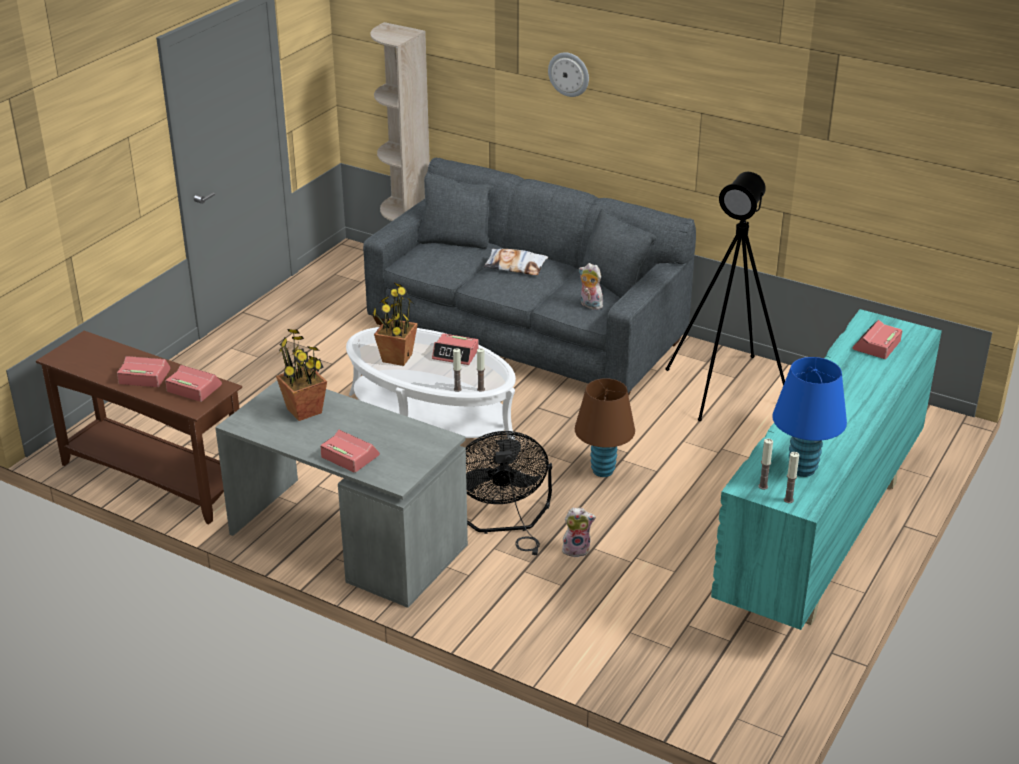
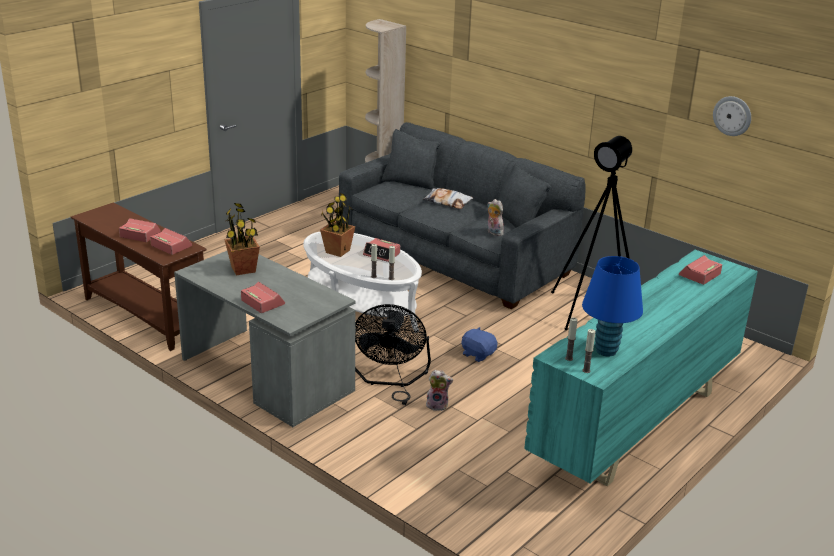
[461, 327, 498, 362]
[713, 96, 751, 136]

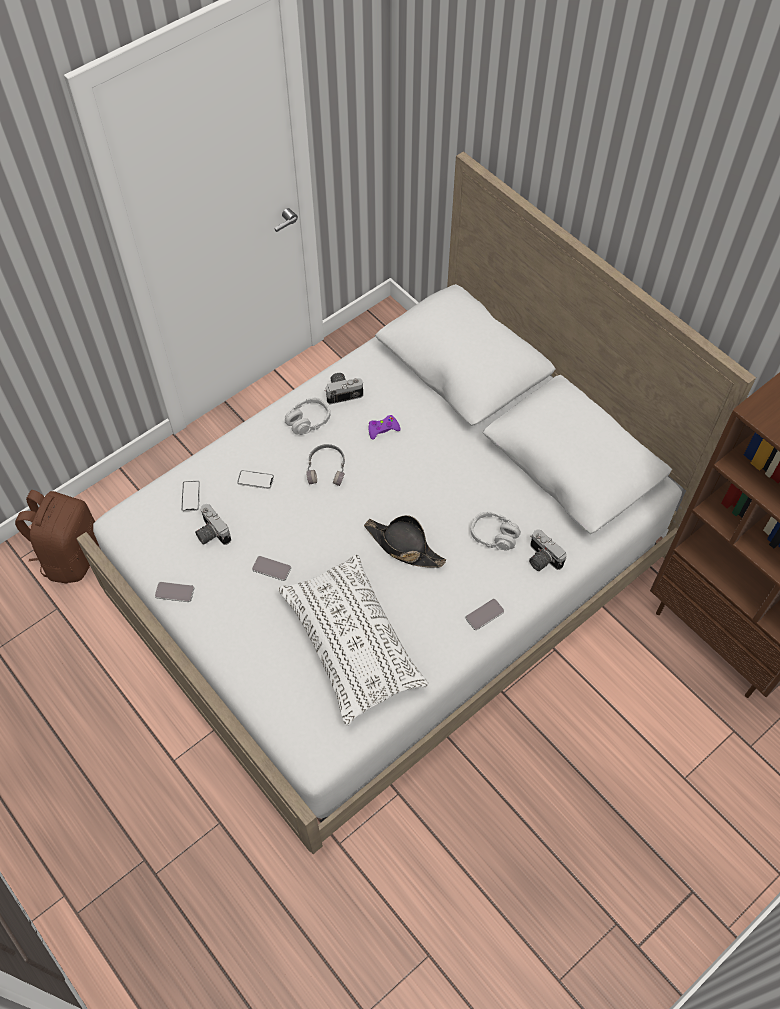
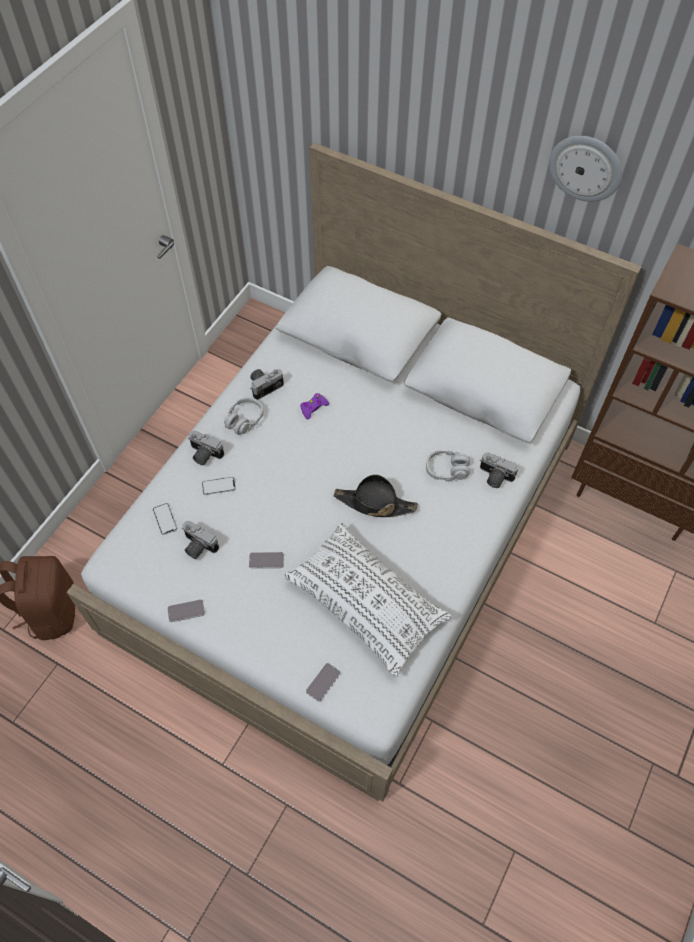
[188, 430, 224, 465]
[306, 663, 341, 702]
[549, 136, 622, 202]
[306, 444, 345, 486] (first image)

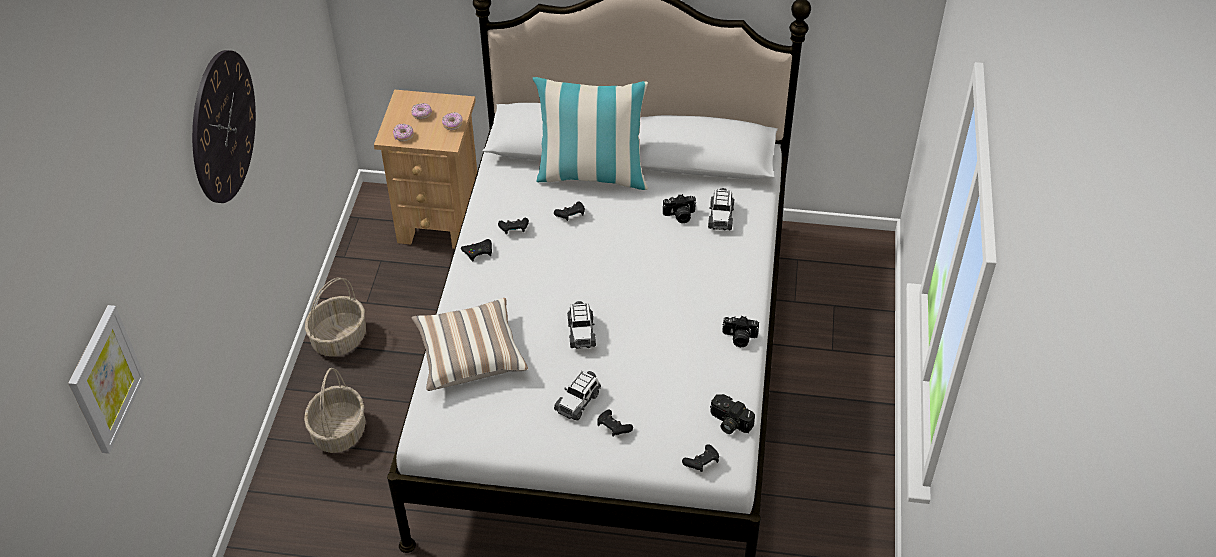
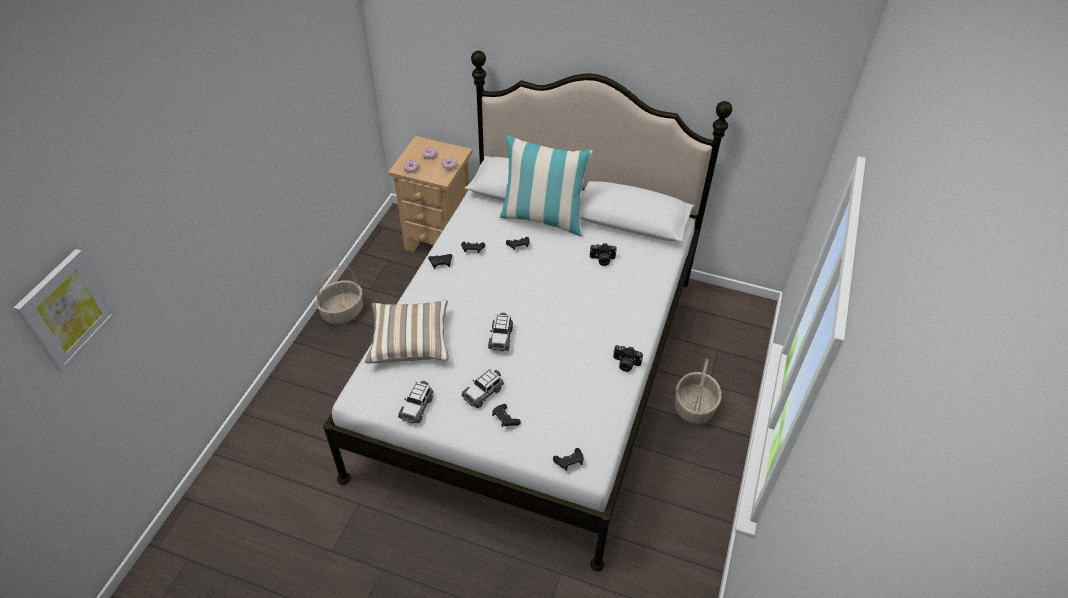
[398, 381, 434, 424]
[675, 359, 722, 424]
[192, 50, 256, 203] (first image)
[710, 394, 755, 434] (first image)

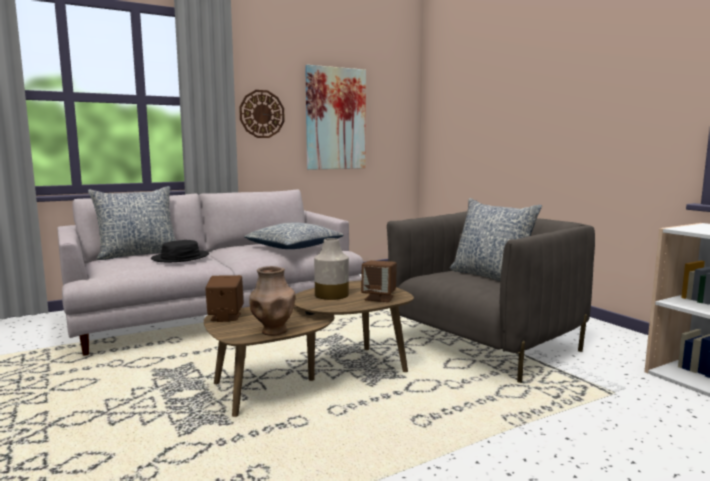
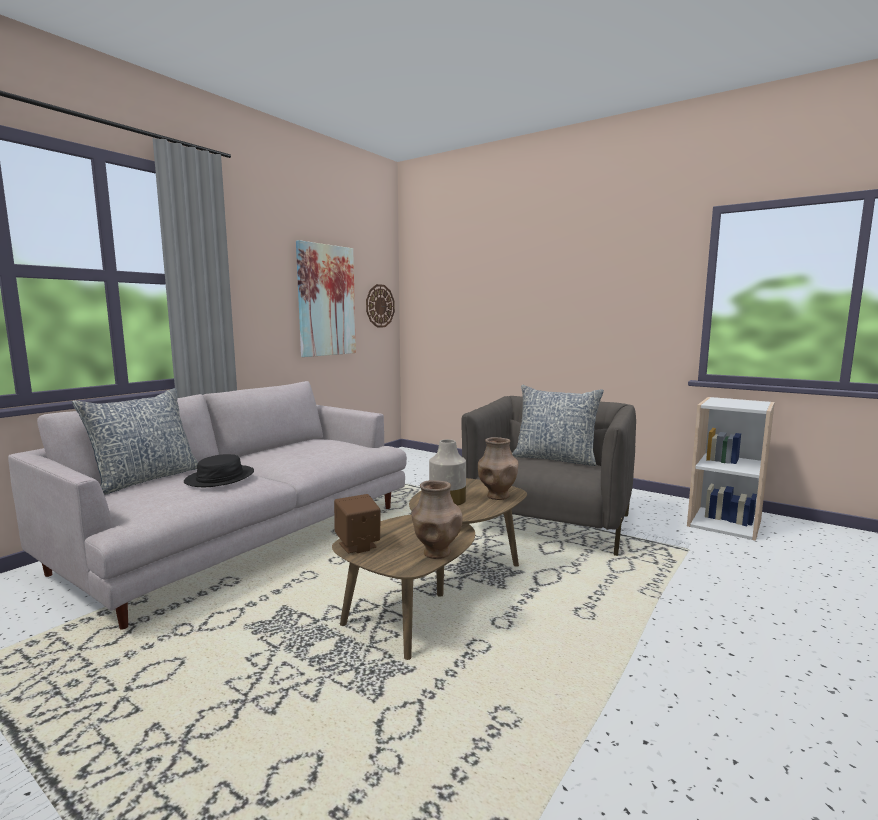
[366, 284, 395, 328]
[478, 437, 518, 500]
[244, 223, 343, 249] (first image)

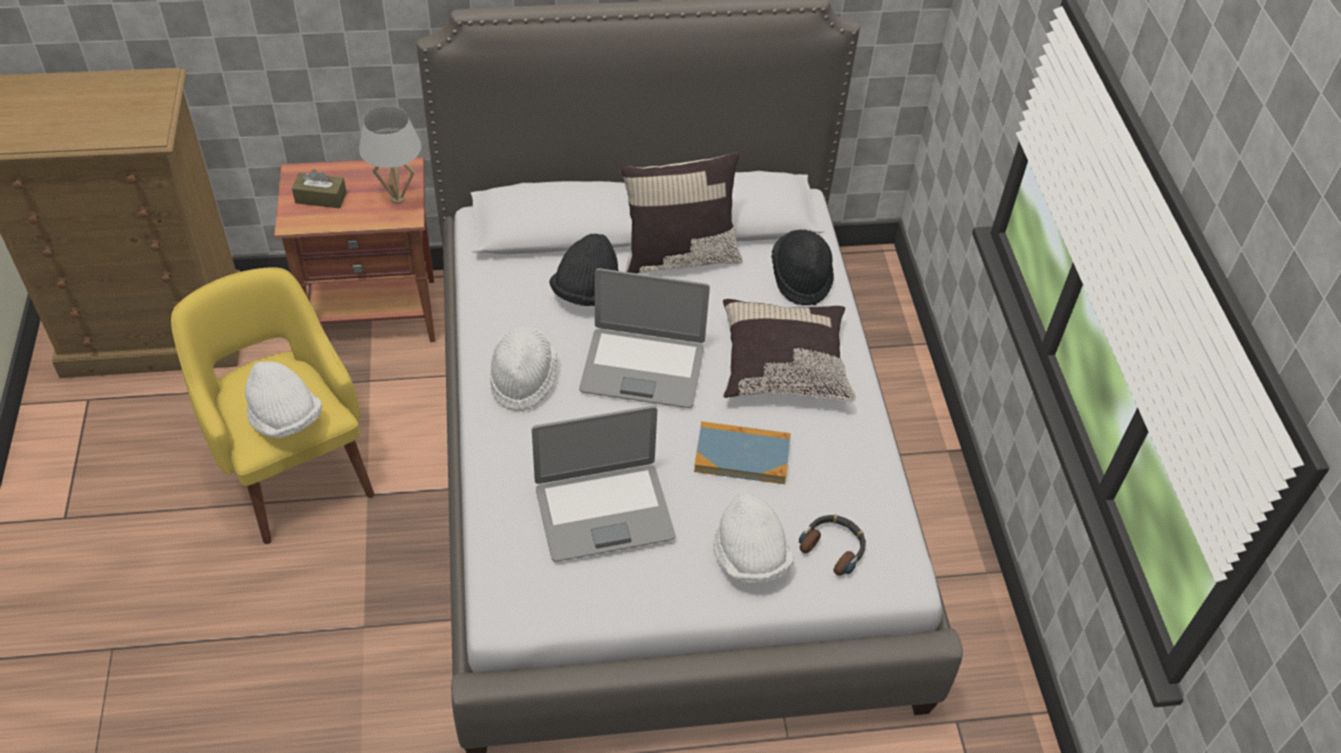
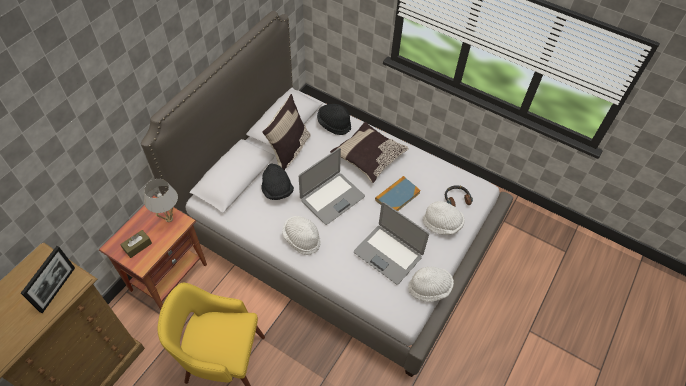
[21, 246, 75, 313]
[354, 202, 429, 285]
[408, 267, 454, 302]

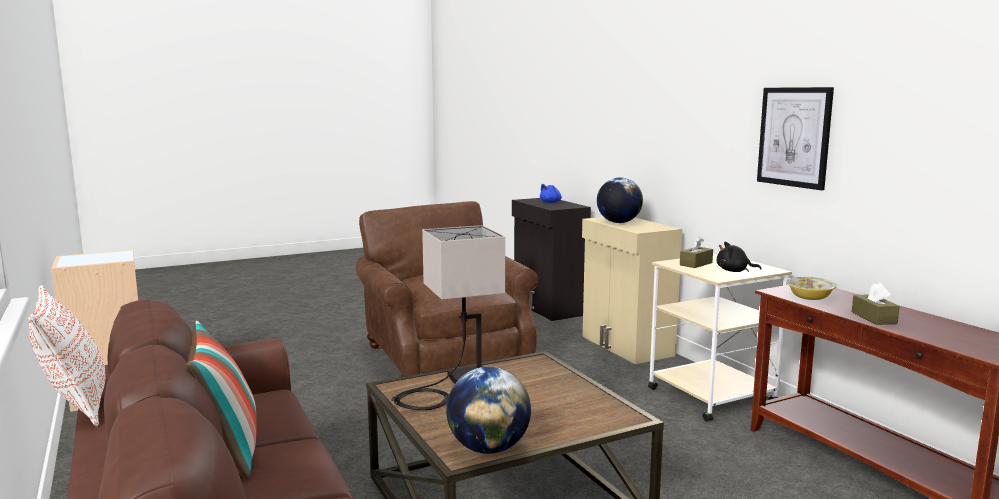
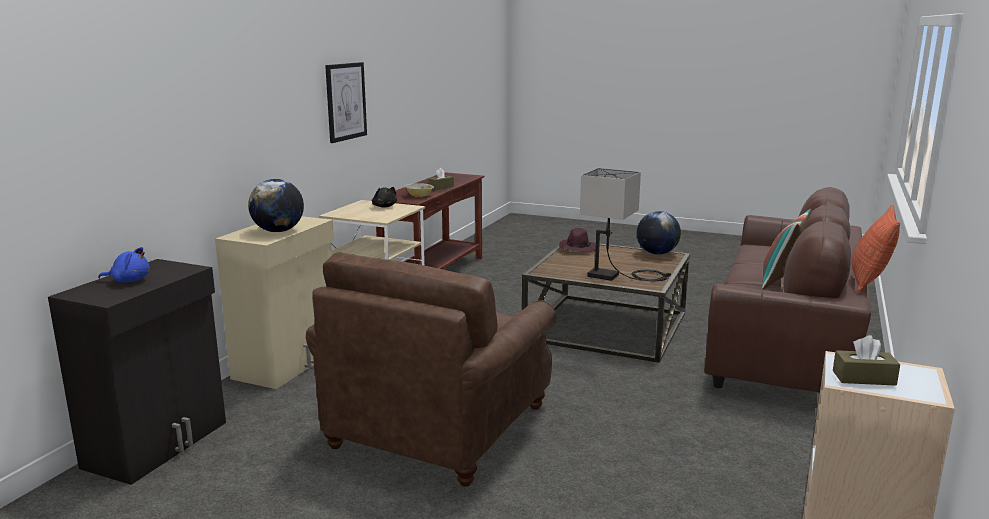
[559, 228, 596, 252]
[833, 335, 900, 386]
[852, 204, 900, 293]

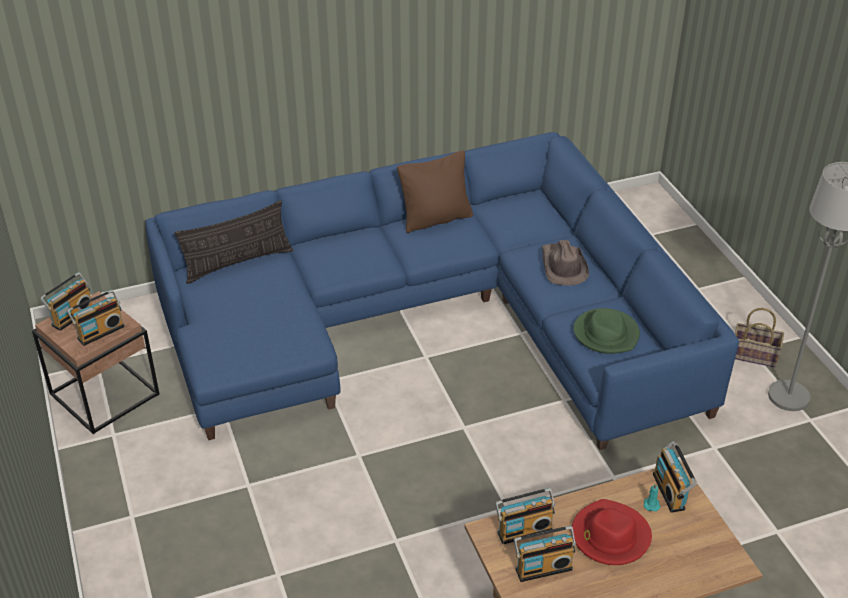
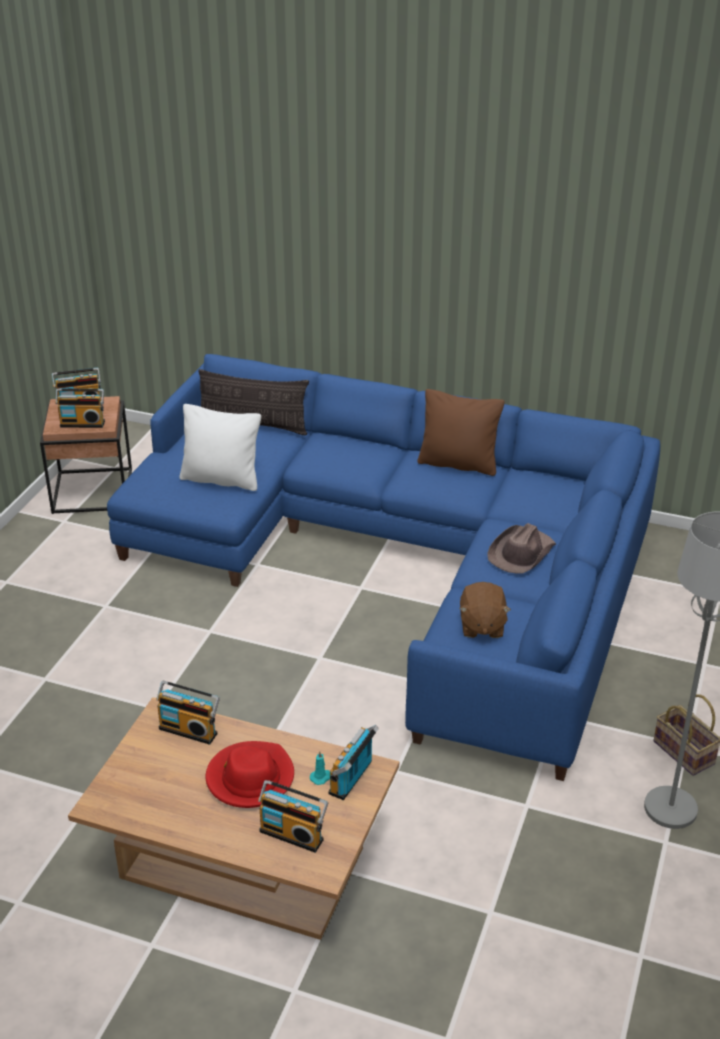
[179, 404, 261, 491]
[258, 780, 328, 853]
[459, 582, 511, 638]

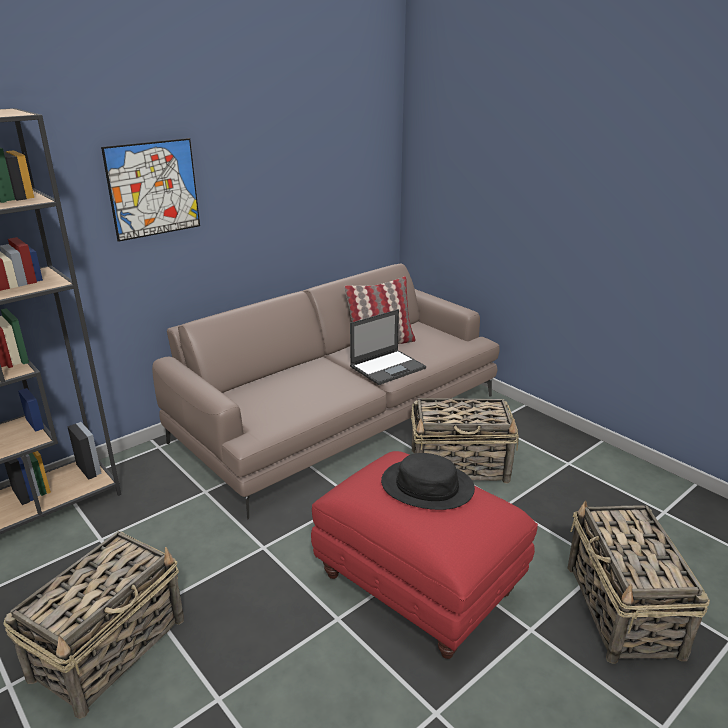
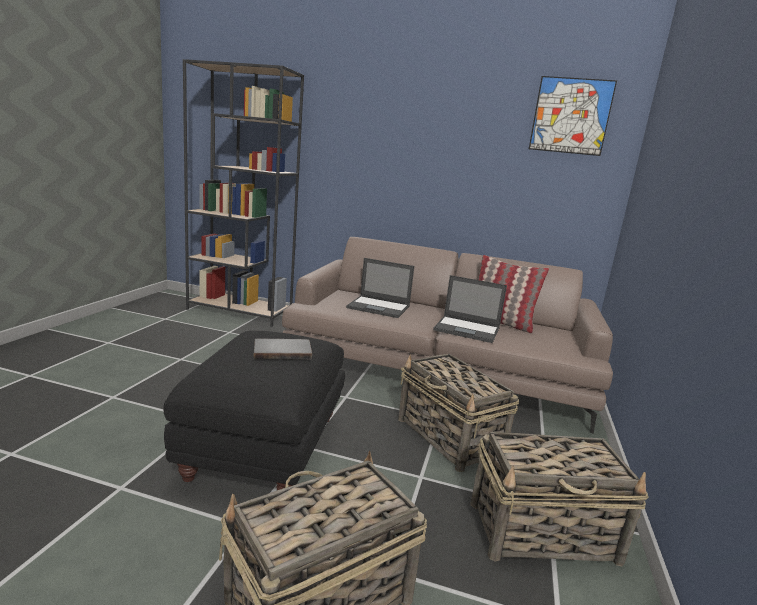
[163, 331, 345, 490]
[254, 339, 312, 360]
[346, 258, 414, 318]
[471, 432, 649, 566]
[529, 76, 617, 156]

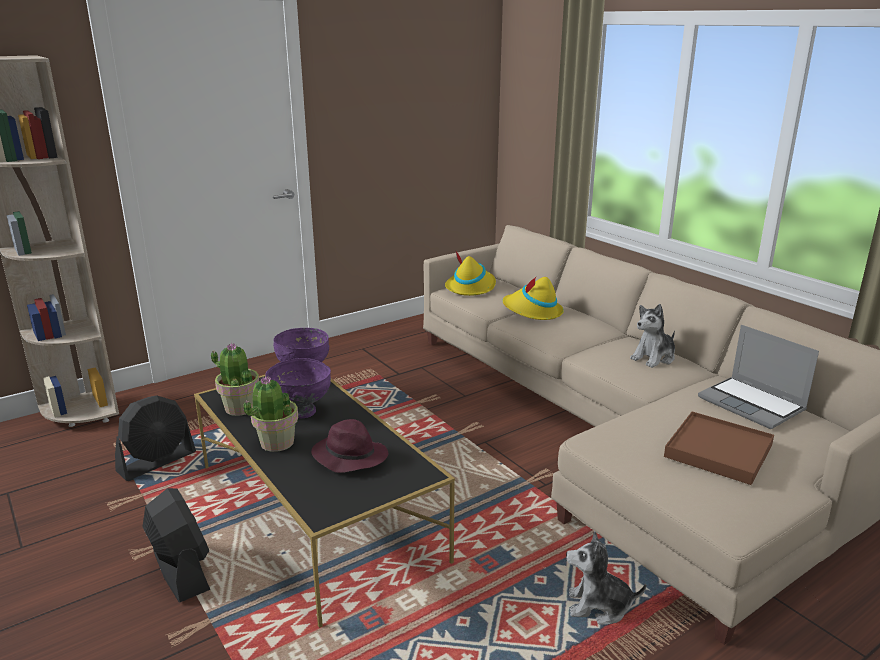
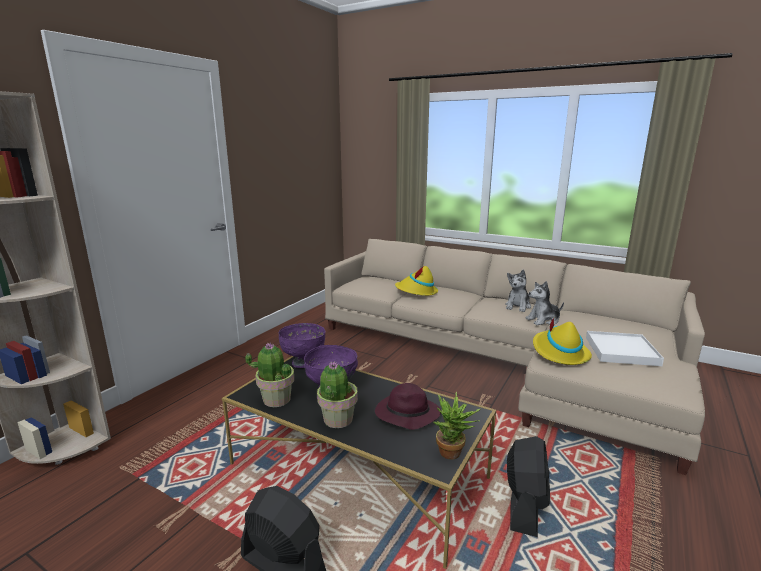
[433, 392, 480, 460]
[507, 436, 550, 537]
[525, 281, 564, 325]
[533, 318, 592, 365]
[586, 331, 664, 366]
[698, 325, 819, 429] (first image)

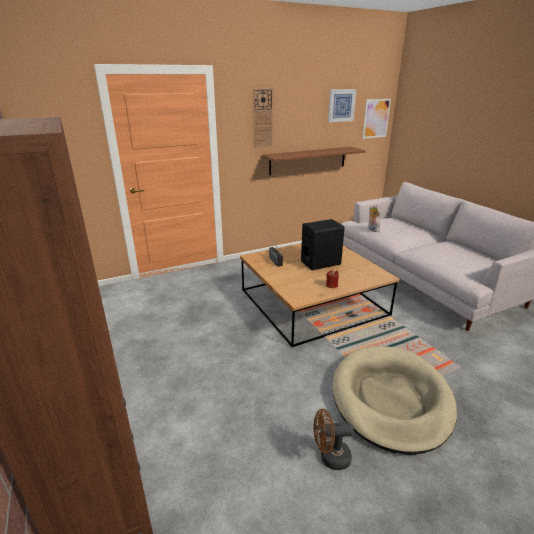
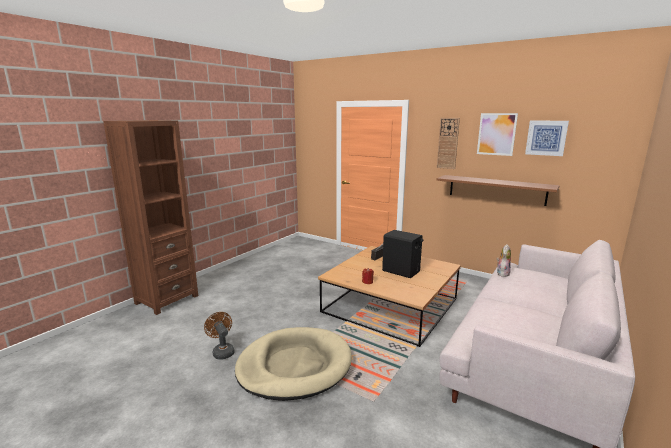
[477, 113, 518, 156]

